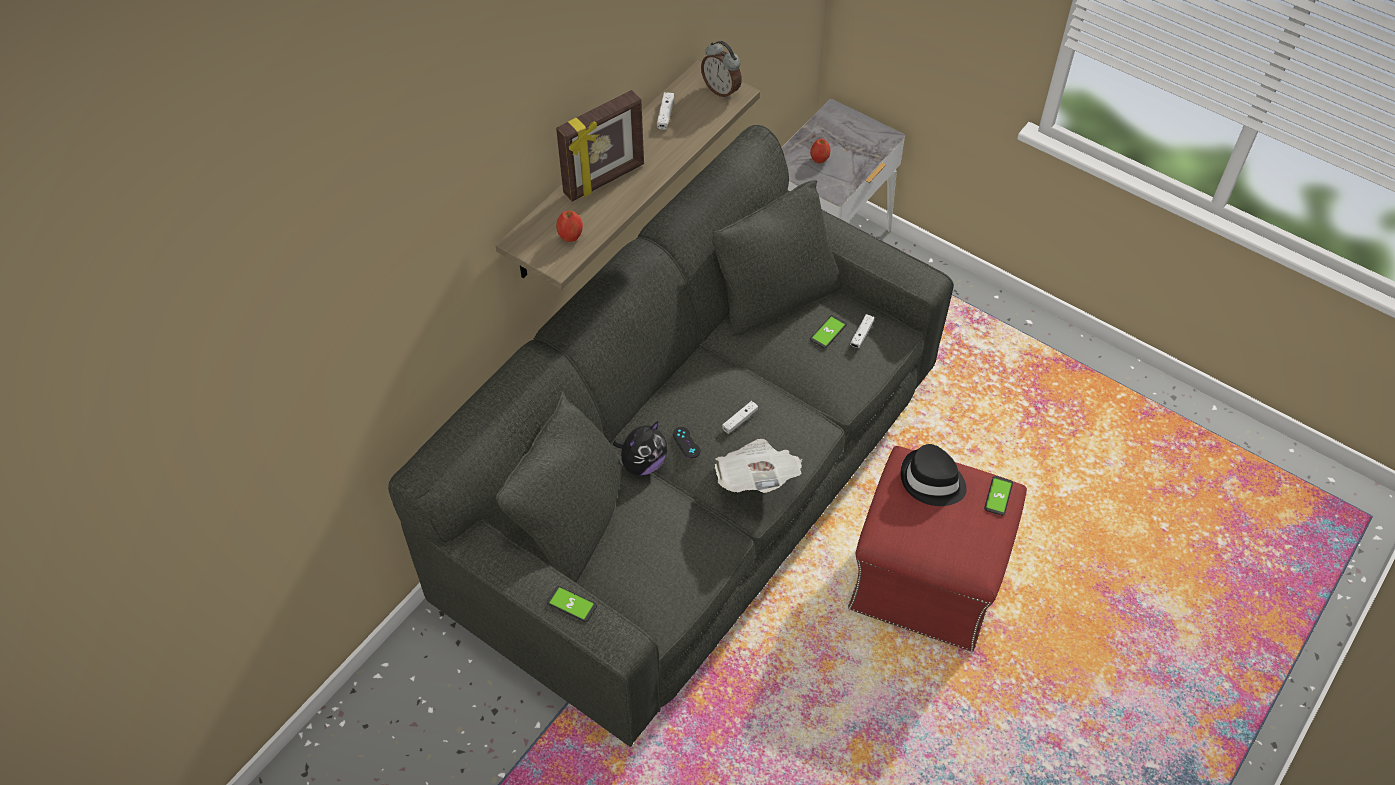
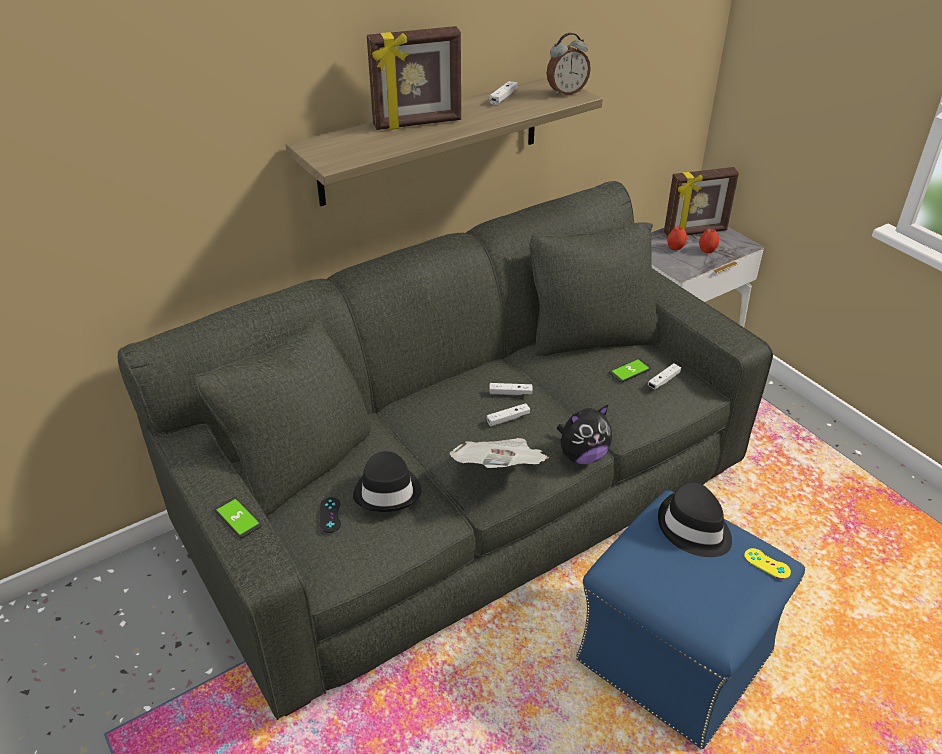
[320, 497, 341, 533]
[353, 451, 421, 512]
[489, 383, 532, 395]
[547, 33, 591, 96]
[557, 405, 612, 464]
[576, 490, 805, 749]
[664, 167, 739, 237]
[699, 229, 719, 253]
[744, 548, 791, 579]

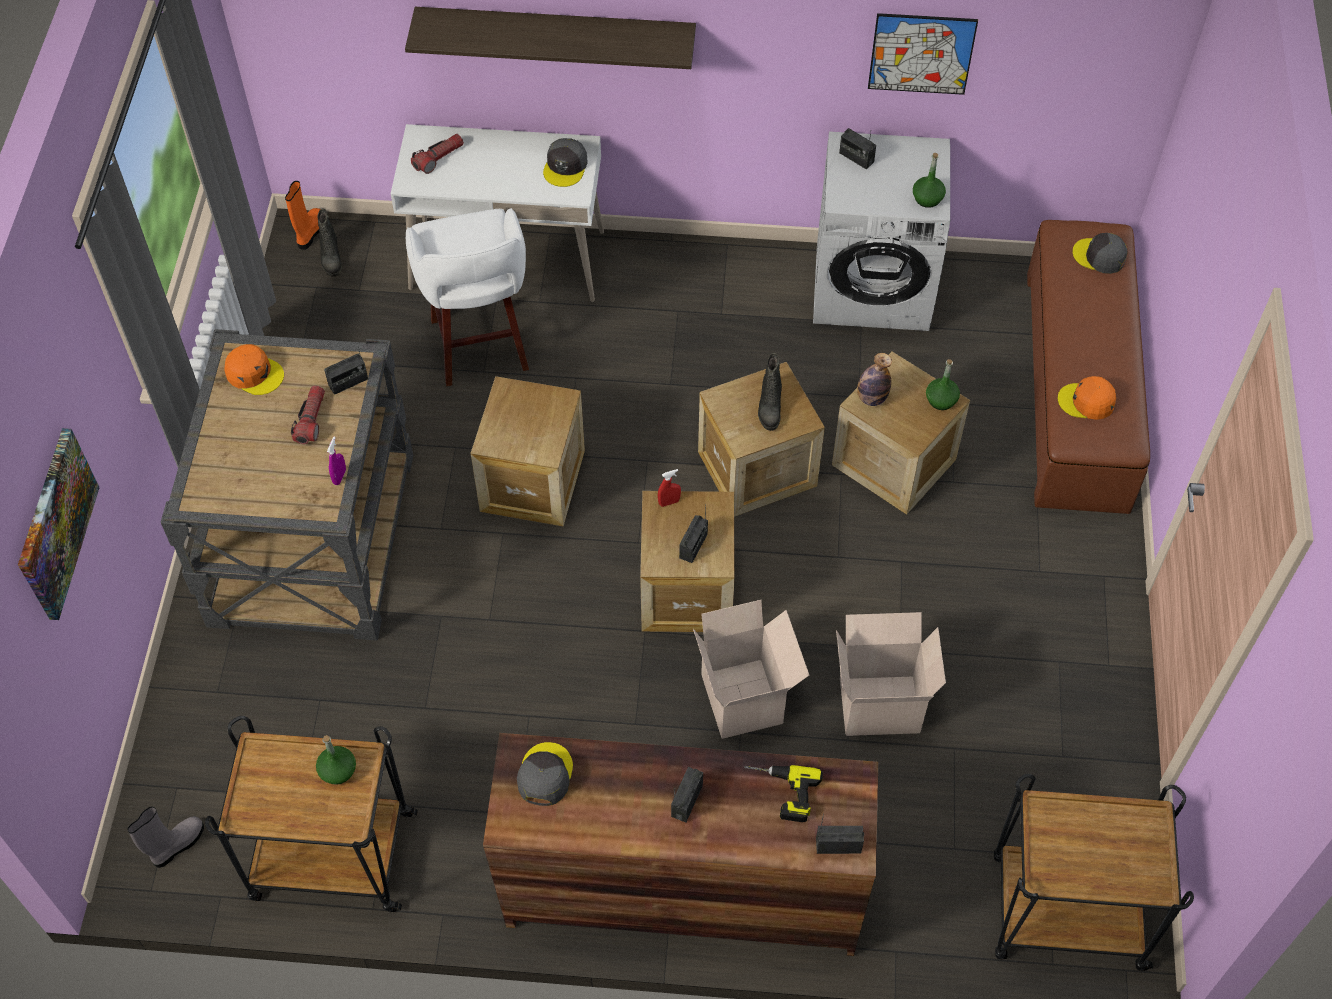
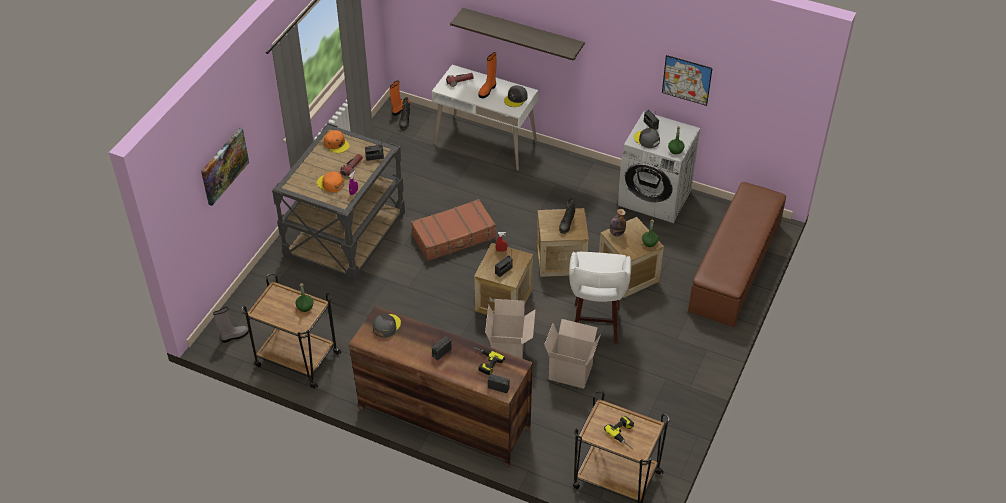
[317, 171, 344, 192]
[411, 199, 496, 261]
[478, 52, 497, 98]
[569, 252, 631, 344]
[604, 416, 634, 449]
[634, 128, 660, 148]

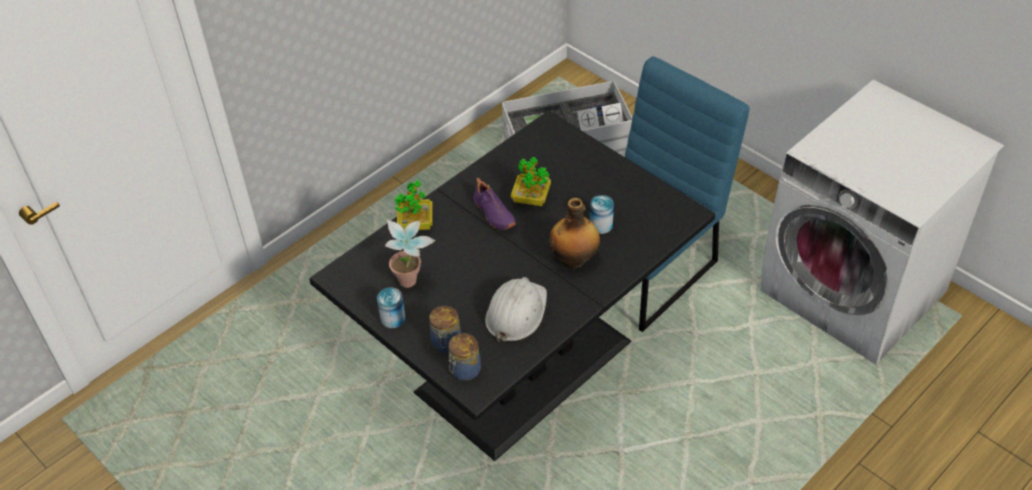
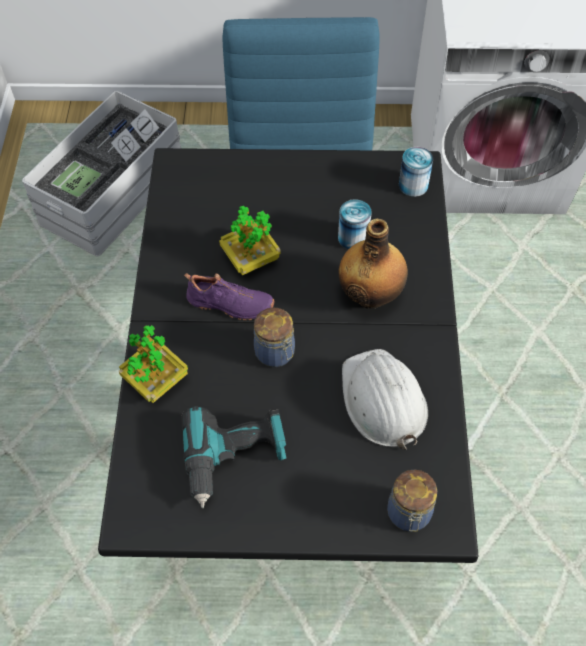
[181, 406, 287, 508]
[254, 307, 295, 367]
[399, 147, 433, 197]

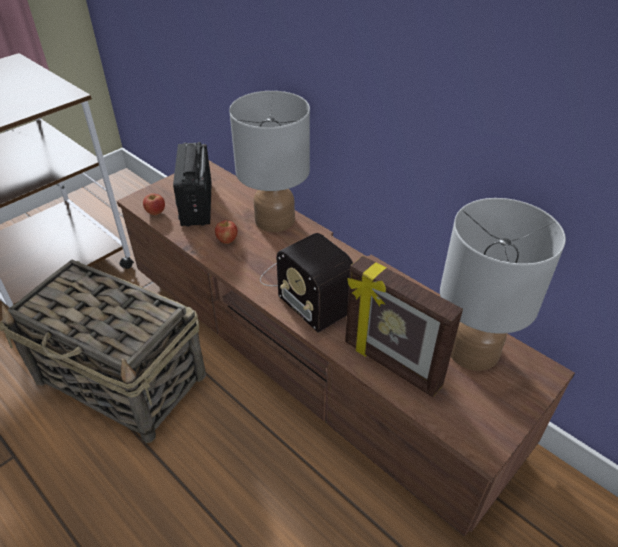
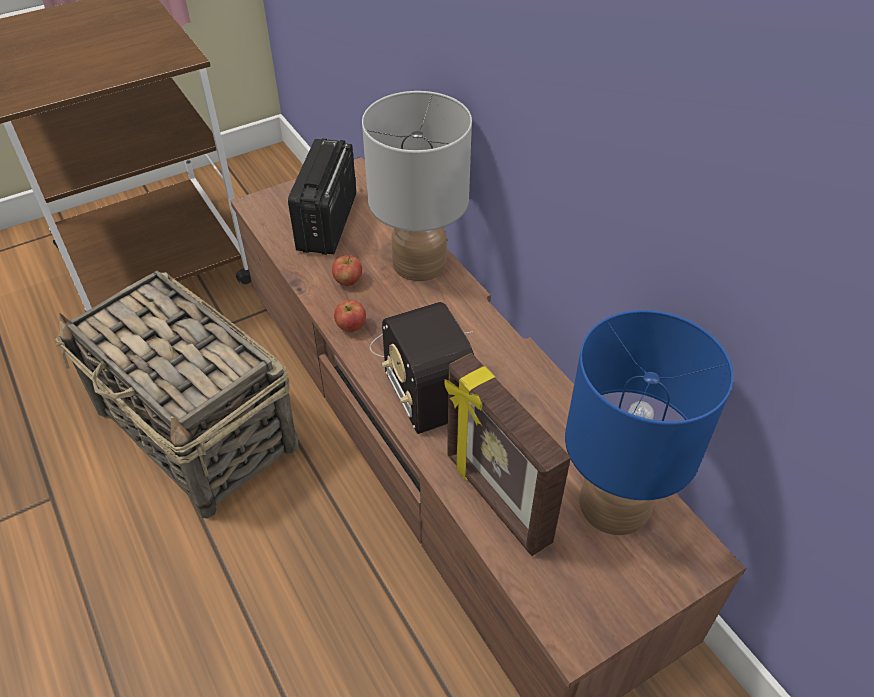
[334, 300, 366, 333]
[565, 310, 733, 535]

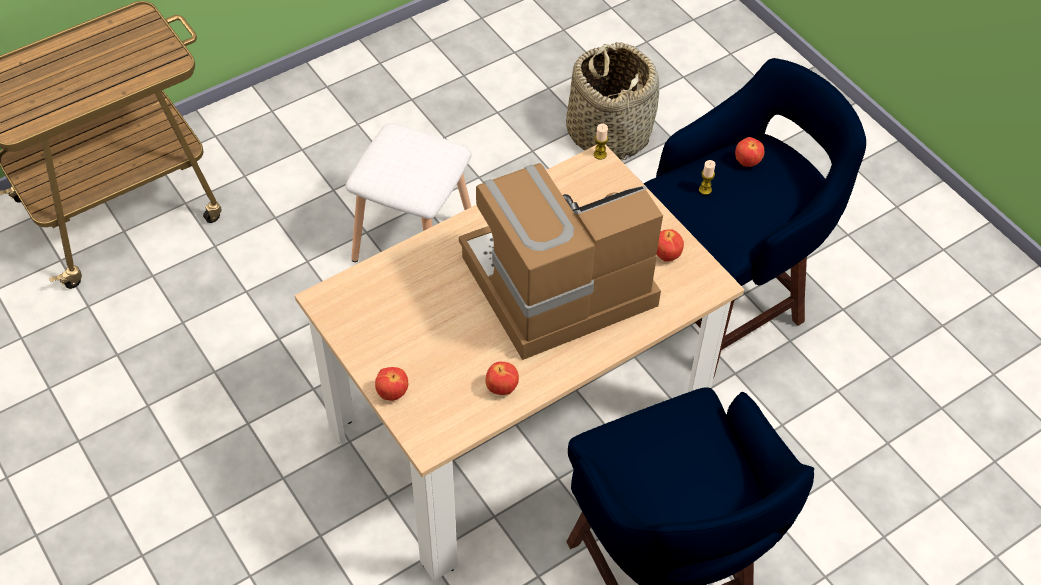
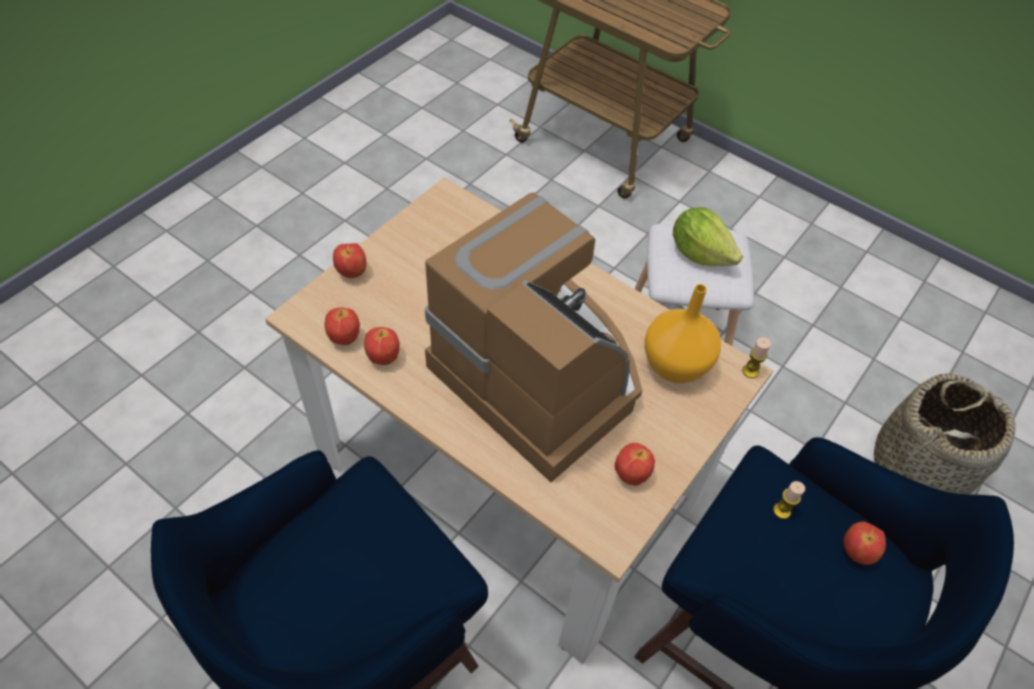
[325, 308, 360, 345]
[644, 284, 721, 383]
[673, 207, 743, 266]

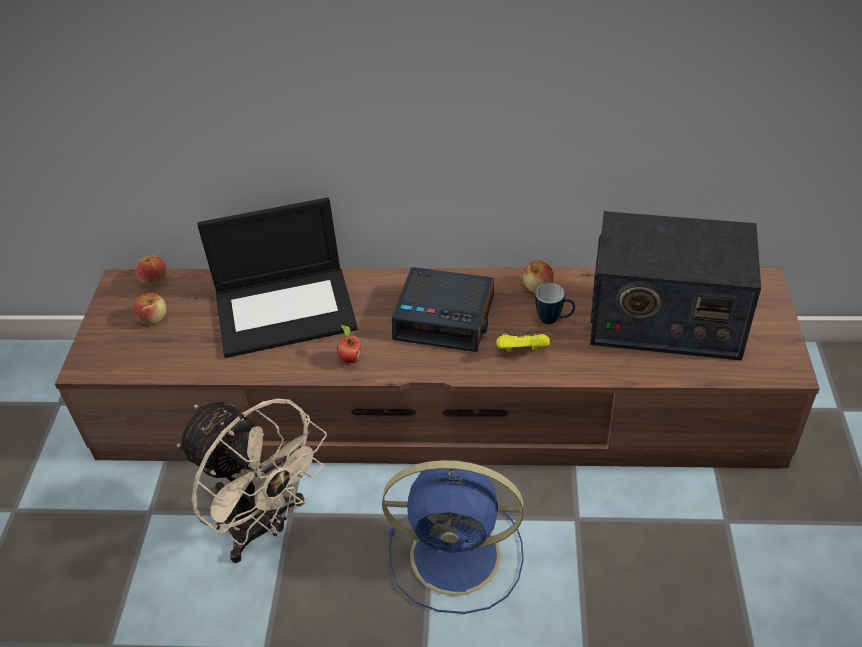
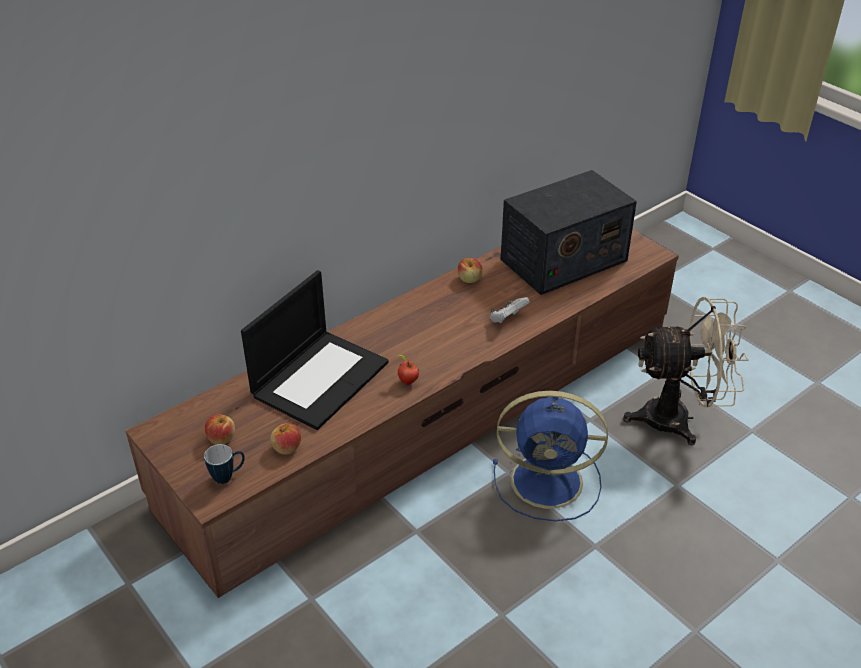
[204, 444, 245, 484]
[270, 423, 301, 455]
[490, 297, 530, 324]
[493, 391, 608, 521]
[623, 297, 748, 445]
[392, 267, 494, 352] (first image)

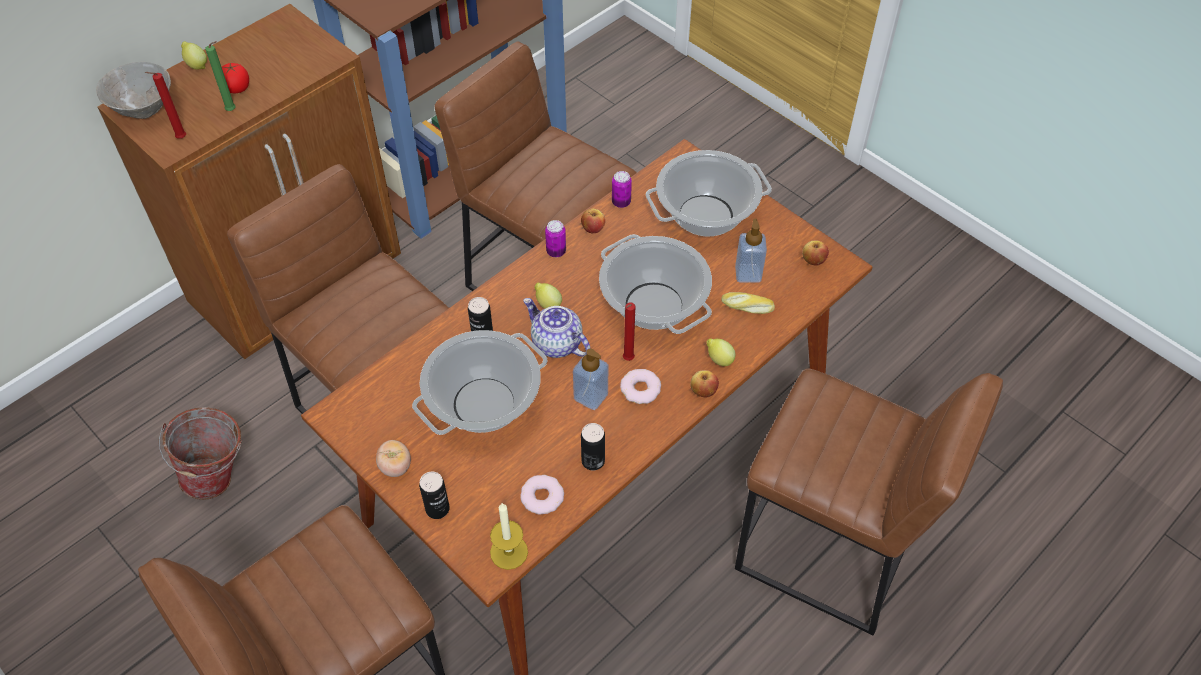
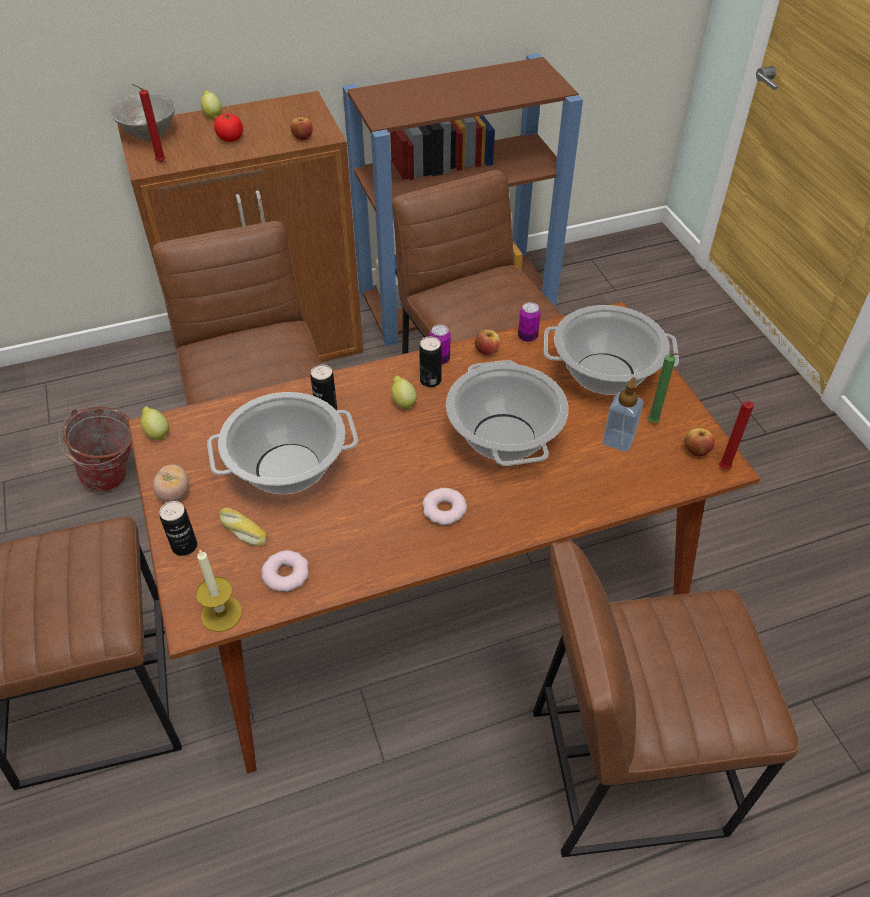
[140, 406, 169, 440]
[219, 508, 267, 546]
[290, 117, 313, 141]
[419, 336, 442, 387]
[533, 541, 799, 857]
[648, 353, 683, 423]
[719, 401, 754, 469]
[523, 298, 591, 358] (first image)
[573, 349, 608, 410] (first image)

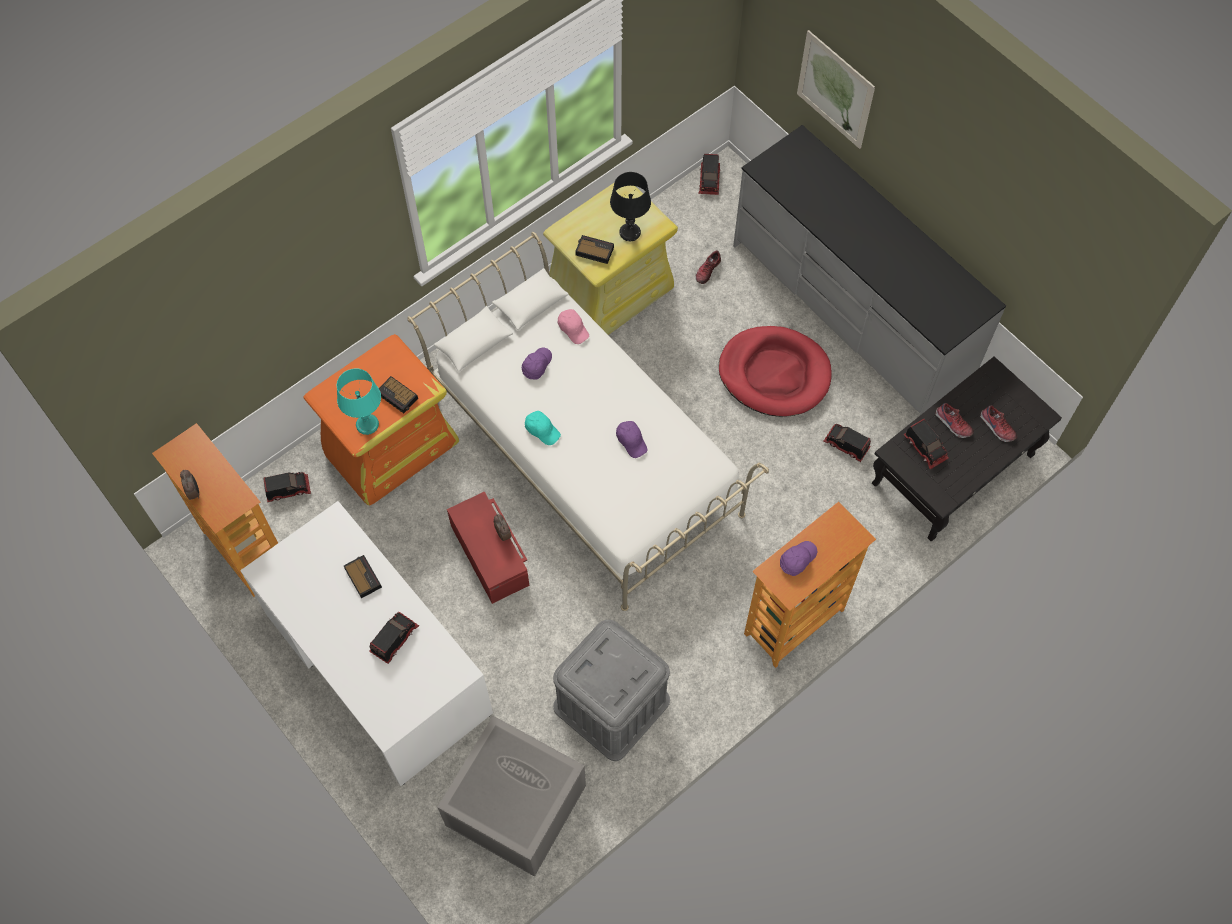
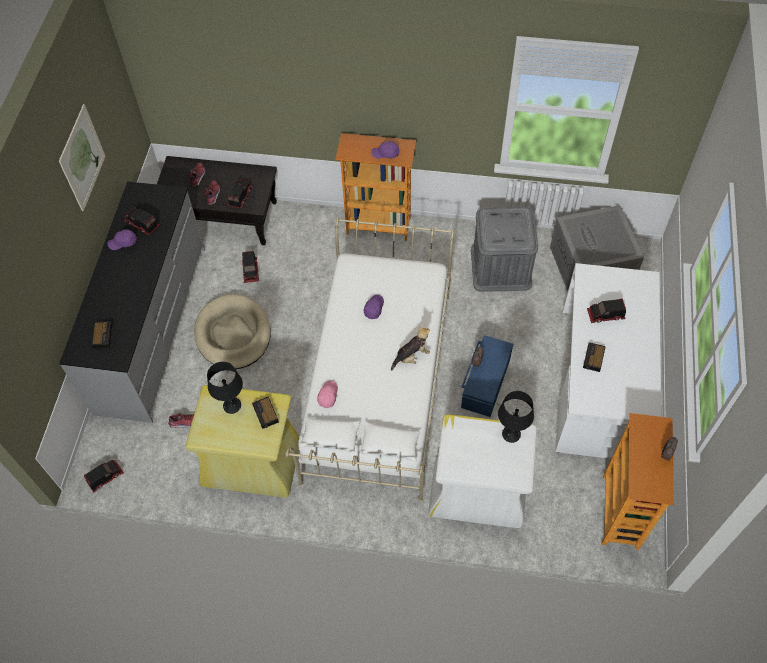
[59, 104, 105, 212]
[92, 321, 113, 349]
[107, 229, 137, 250]
[124, 207, 160, 236]
[194, 294, 271, 369]
[391, 326, 430, 371]
[429, 415, 537, 528]
[461, 335, 513, 417]
[498, 391, 534, 443]

